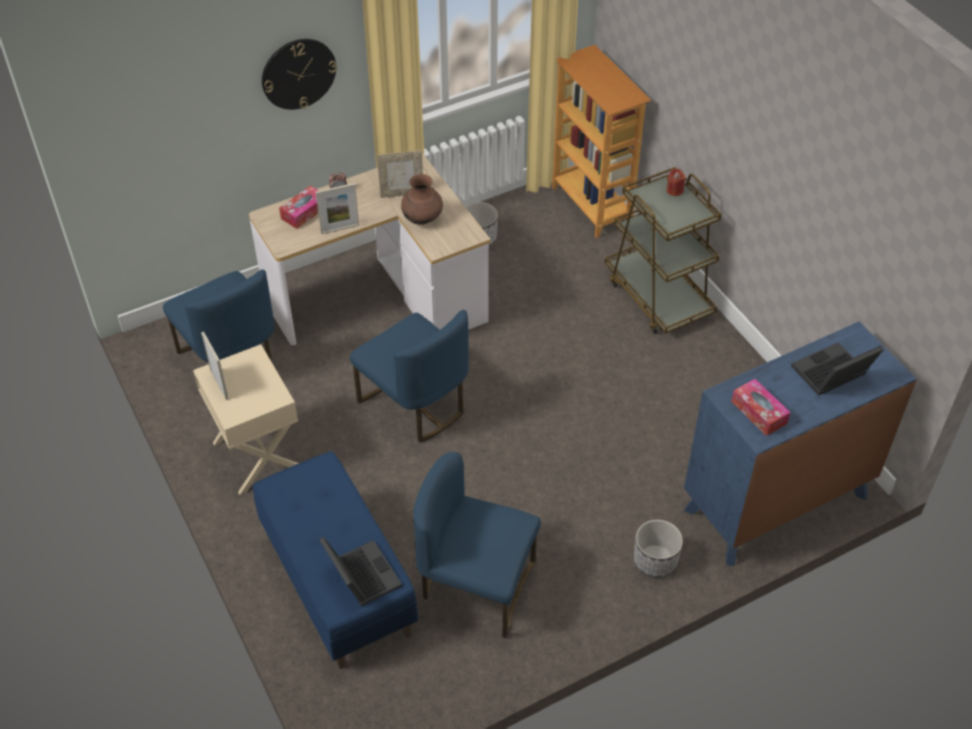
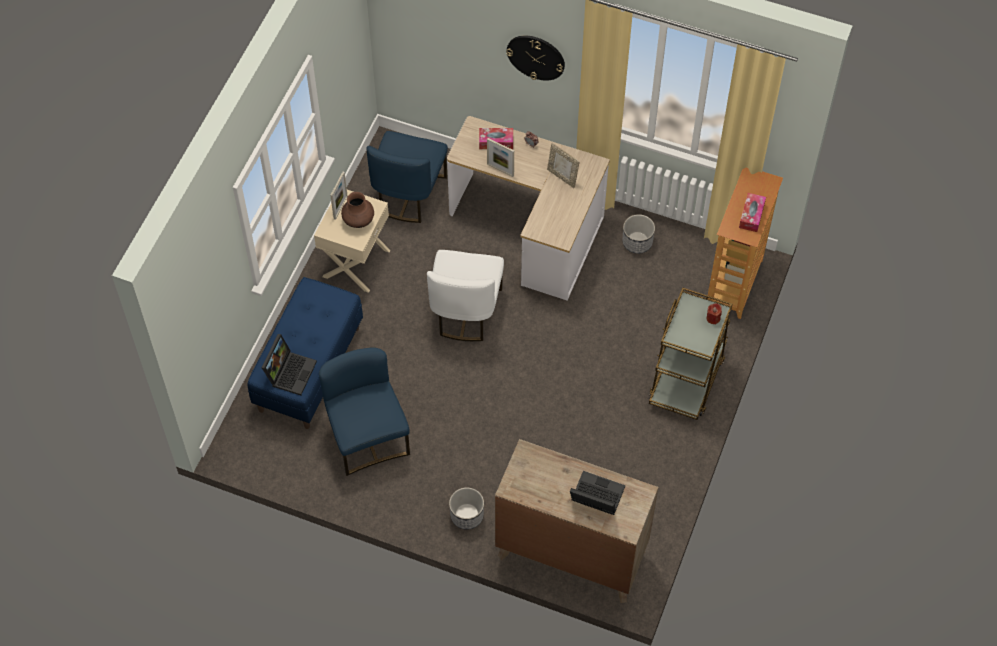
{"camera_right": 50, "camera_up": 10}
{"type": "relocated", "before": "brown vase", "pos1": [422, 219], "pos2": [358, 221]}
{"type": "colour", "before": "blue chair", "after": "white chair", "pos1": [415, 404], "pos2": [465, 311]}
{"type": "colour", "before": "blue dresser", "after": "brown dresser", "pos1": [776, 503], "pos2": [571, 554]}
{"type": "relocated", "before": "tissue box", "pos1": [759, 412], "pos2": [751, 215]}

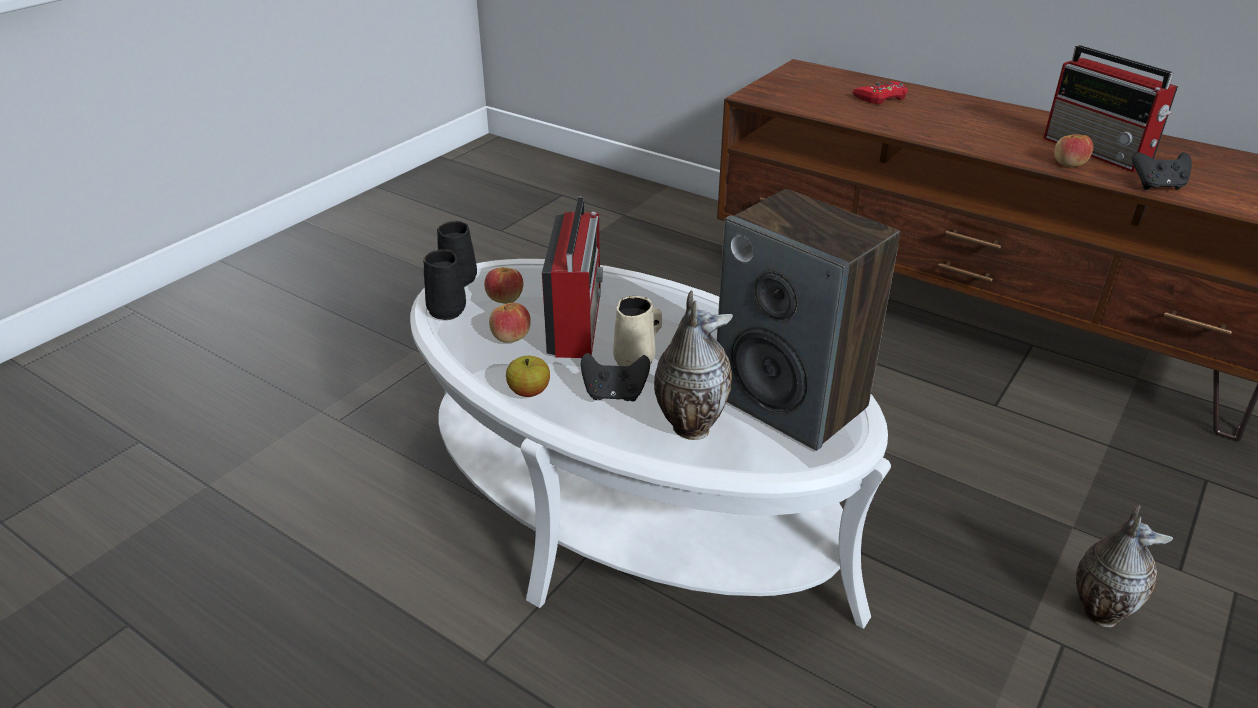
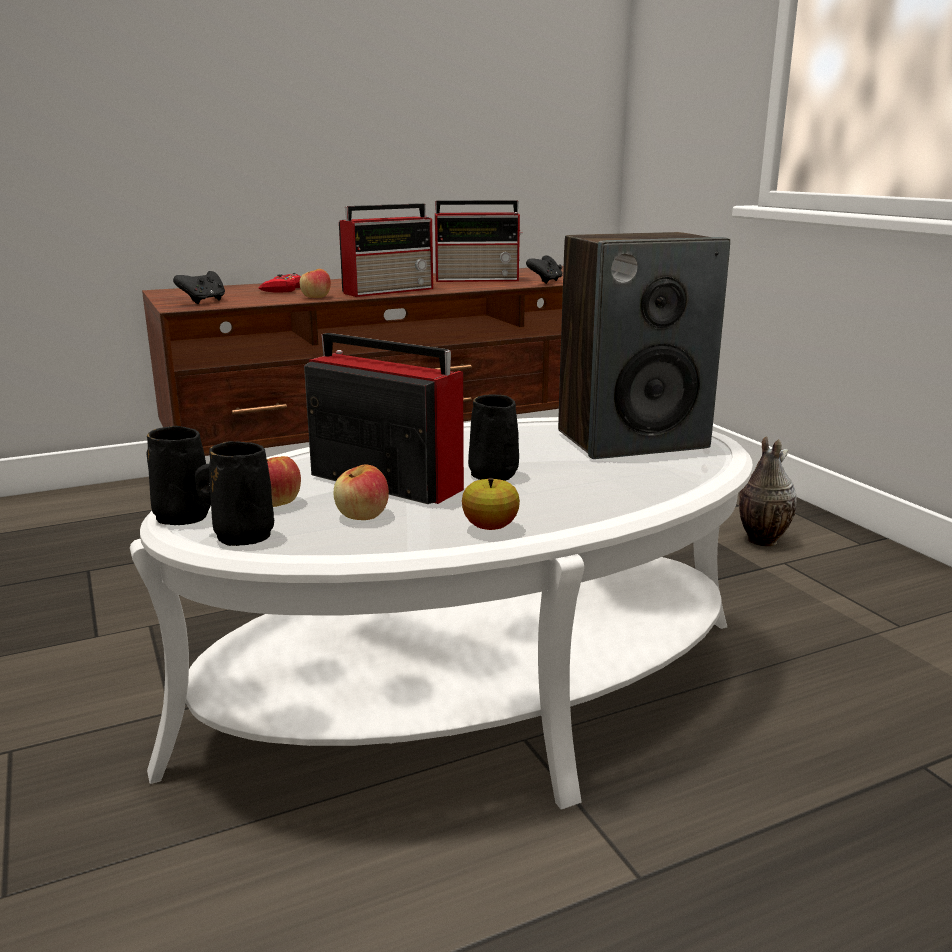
{"camera_right": -60, "camera_up": -15}
{"type": "relocated", "before": "apple", "pos1": [1068, 164], "pos2": [316, 297]}
{"type": "missing", "before": "vase", "pos1": [689, 426]}
{"type": "colour", "before": "beige mug", "after": "black mug", "pos1": [636, 359], "pos2": [493, 473]}
{"type": "relocated", "before": "black game controller", "pos1": [614, 394], "pos2": [204, 301]}
{"type": "appeared", "after": "radio", "pos2": [390, 290]}

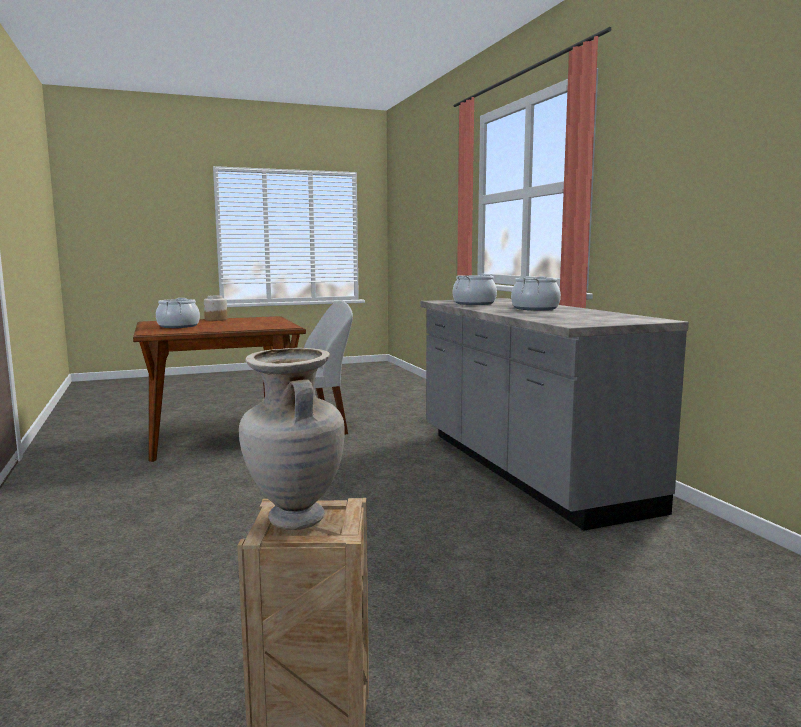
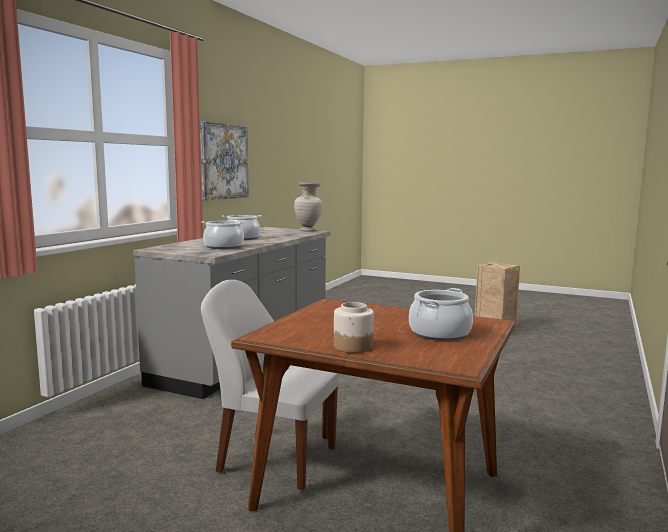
{"camera_right": -135, "camera_up": 0}
{"type": "relocated", "before": "beige vase", "pos1": [294, 520], "pos2": [308, 231]}
{"type": "appeared", "after": "picture", "pos2": [224, 161]}

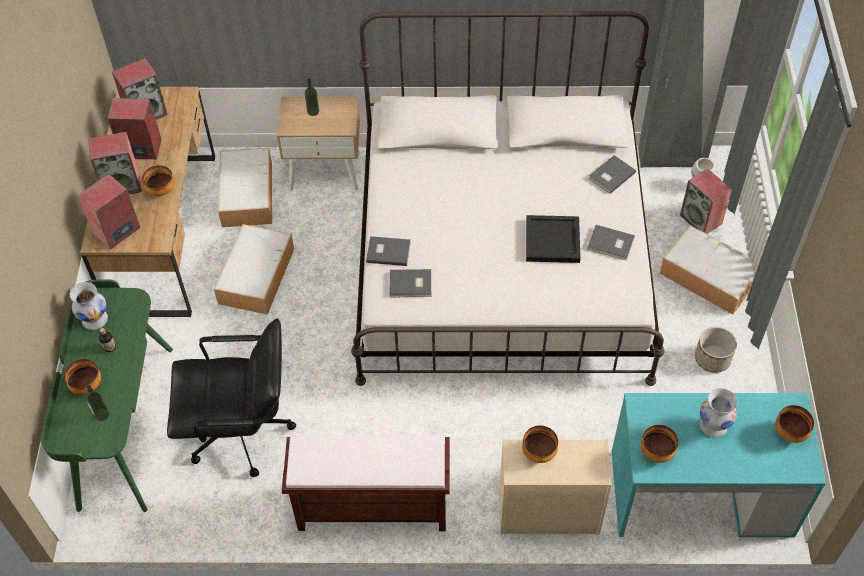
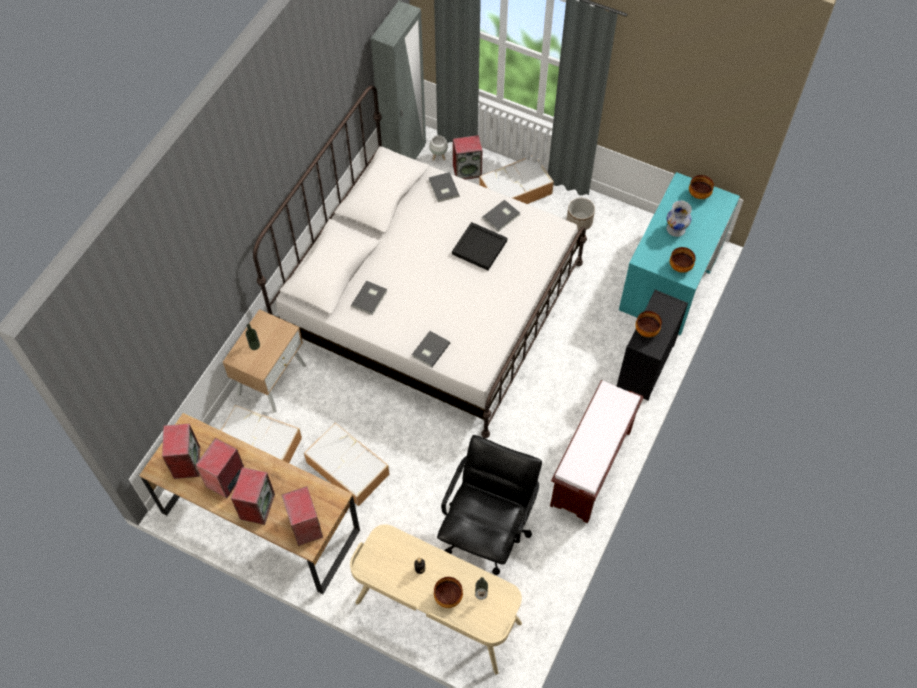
{"camera_right": -65, "camera_up": 5}
{"type": "missing", "before": "bowl", "pos1": [160, 191]}
{"type": "relocated", "before": "grey book", "pos1": [411, 285], "pos2": [370, 298]}
{"type": "colour", "before": "green desk", "after": "beige desk", "pos1": [124, 426], "pos2": [437, 614]}
{"type": "missing", "before": "white vase", "pos1": [94, 320]}
{"type": "colour", "before": "beige dresser", "after": "black dresser", "pos1": [547, 512], "pos2": [645, 366]}

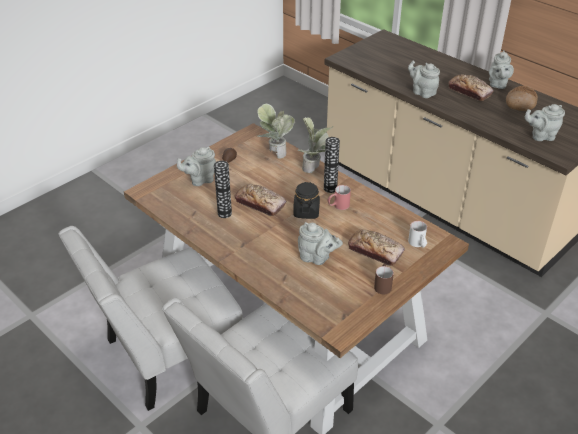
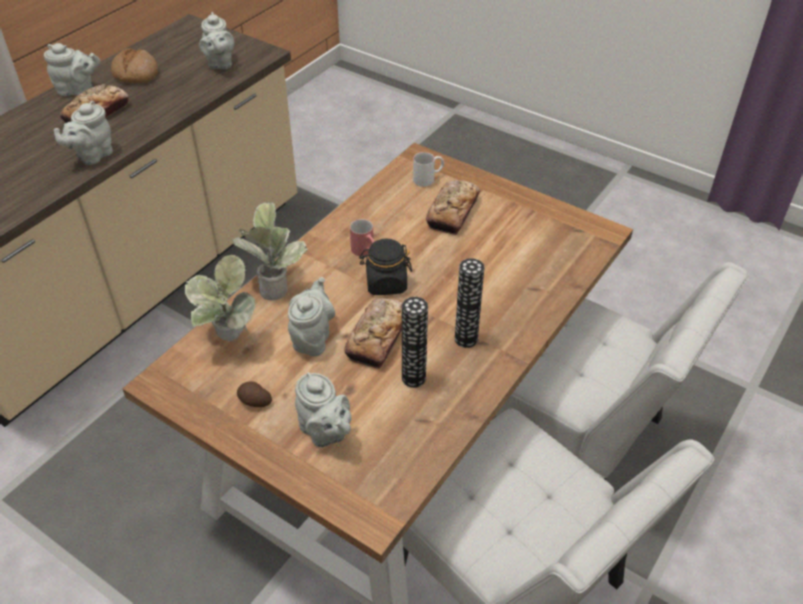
{"camera_right": -100, "camera_up": 5}
{"type": "relocated", "before": "vase", "pos1": [330, 188], "pos2": [466, 339]}
{"type": "relocated", "before": "grey teapot", "pos1": [317, 258], "pos2": [312, 338]}
{"type": "missing", "before": "brown mug", "pos1": [382, 284]}

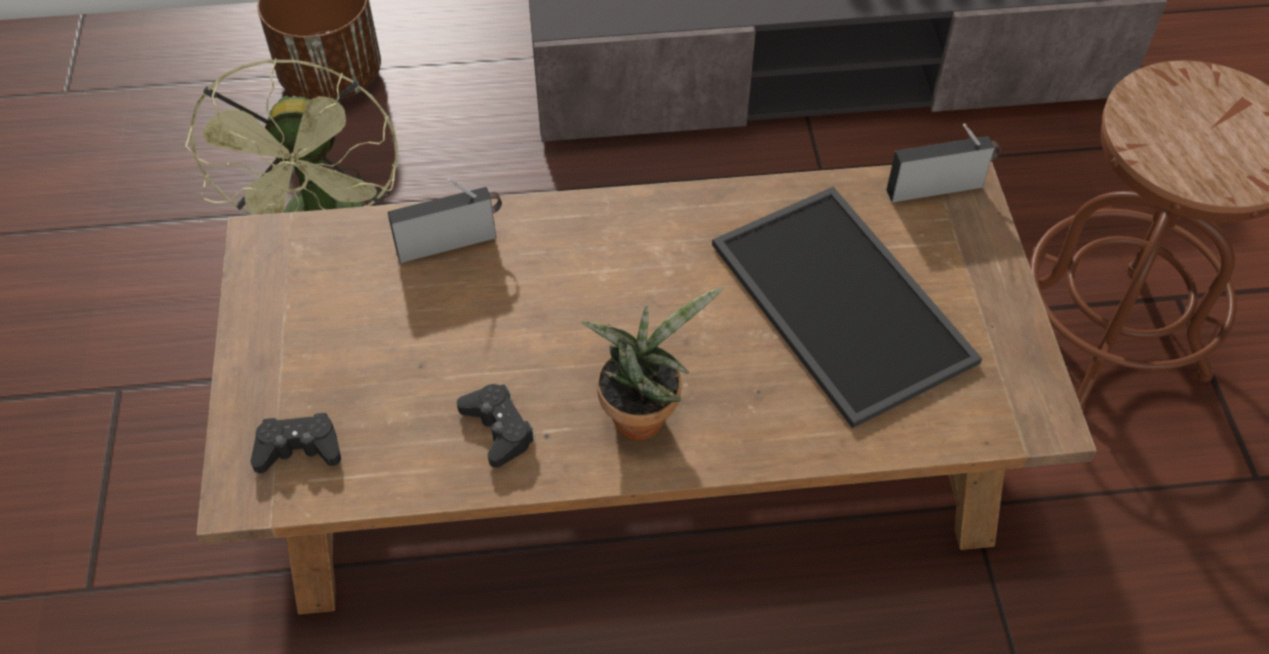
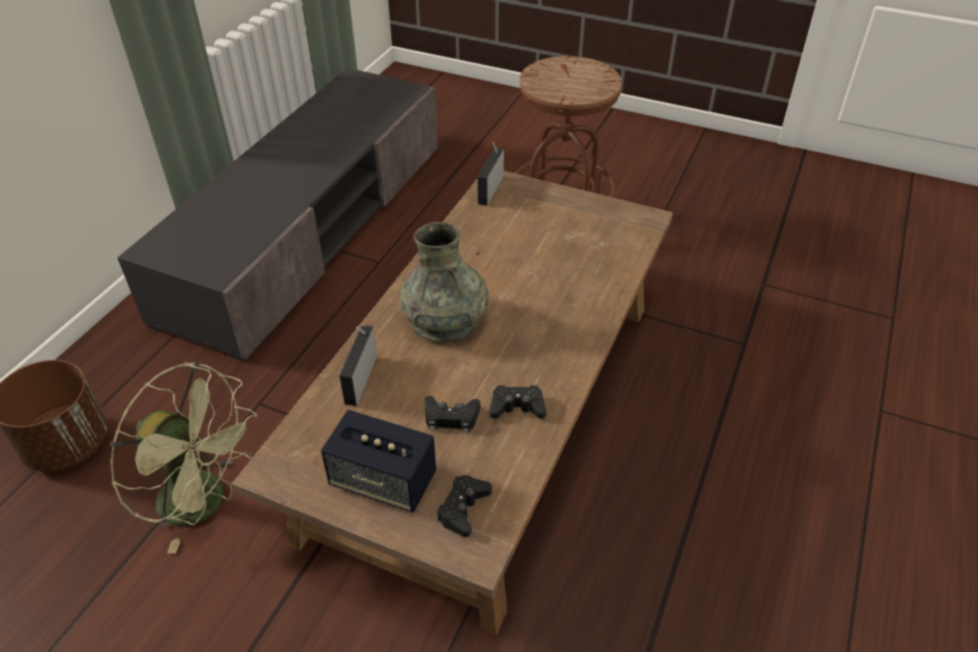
{"camera_right": -60, "camera_up": -10}
{"type": "missing", "before": "tray", "pos1": [836, 302]}
{"type": "missing", "before": "potted plant", "pos1": [642, 412]}
{"type": "appeared", "after": "grey vase", "pos2": [446, 321]}
{"type": "appeared", "after": "black game controller", "pos2": [451, 418]}
{"type": "appeared", "after": "speaker", "pos2": [383, 480]}

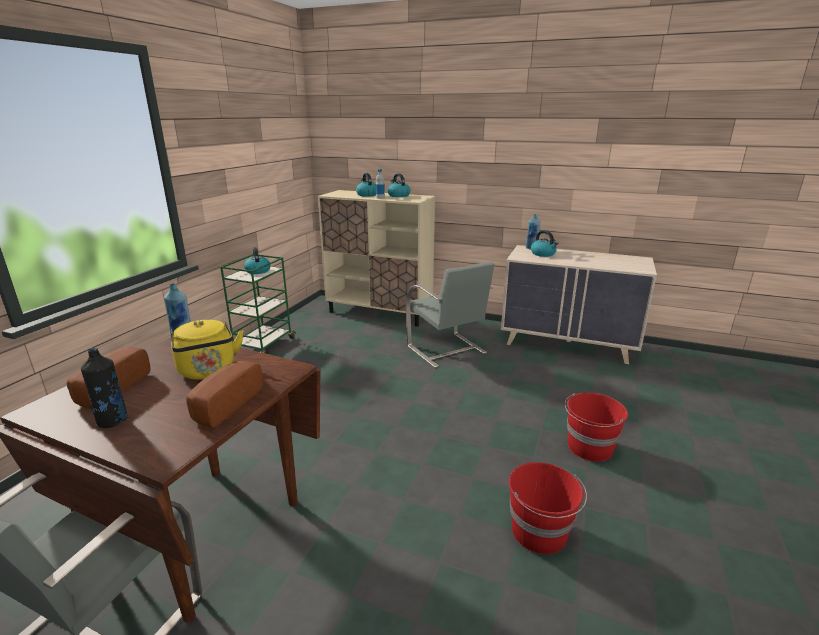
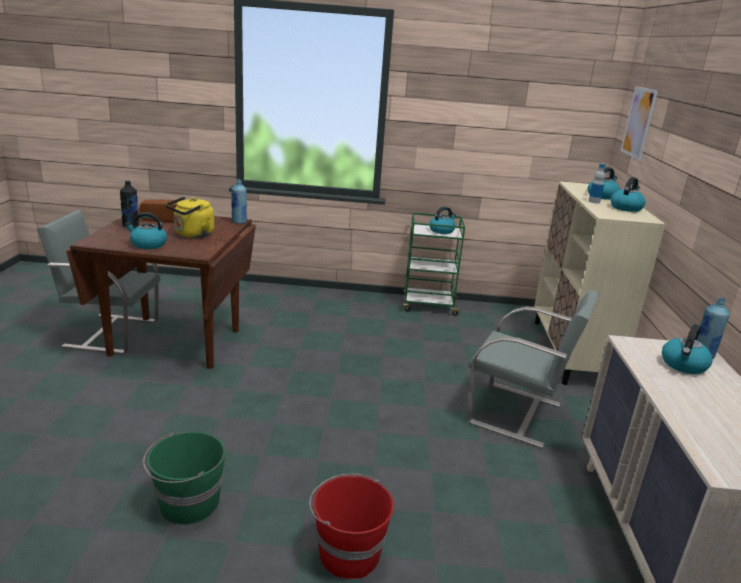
{"camera_right": 70, "camera_up": 0}
{"type": "spun", "before": "grey chair", "pos1": [447, 350], "pos2": [517, 414], "turn": -105}
{"type": "exchanged", "before": "bread", "after": "kettle", "pos1": [224, 405], "pos2": [148, 244]}
{"type": "colour", "before": "red bucket", "after": "green bucket", "pos1": [540, 532], "pos2": [188, 504]}
{"type": "appeared", "after": "picture", "pos2": [638, 122]}

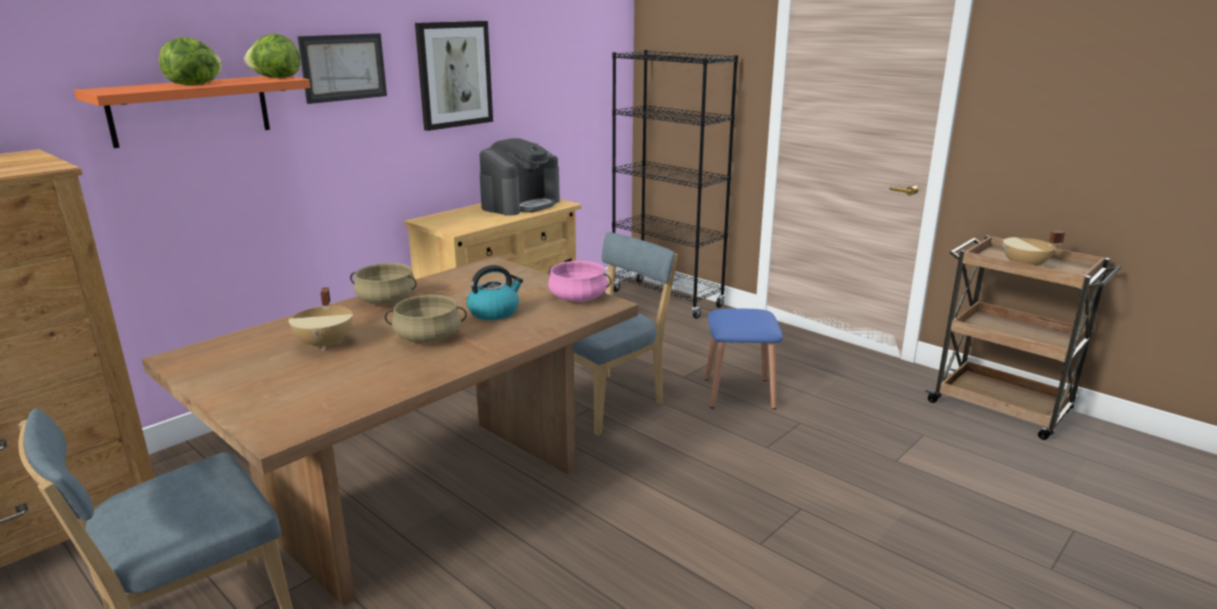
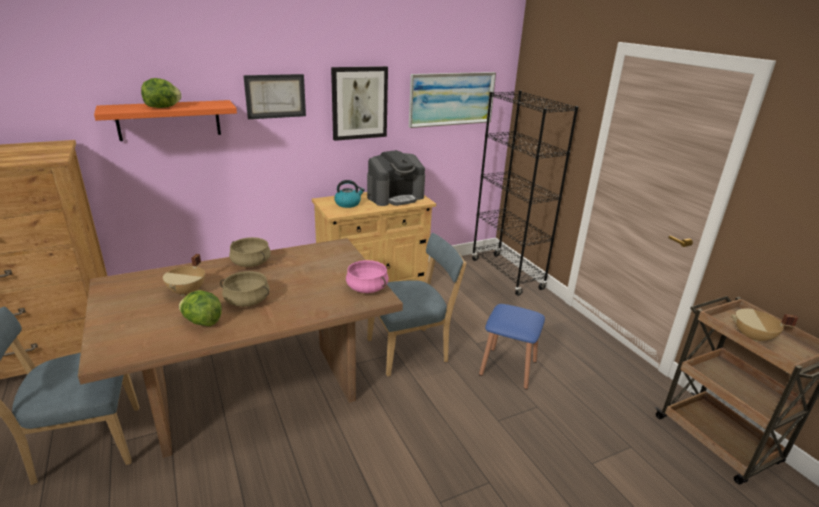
{"camera_right": 20, "camera_up": 5}
{"type": "relocated", "before": "lettuce", "pos1": [276, 78], "pos2": [202, 322]}
{"type": "relocated", "before": "kettle", "pos1": [494, 312], "pos2": [348, 204]}
{"type": "appeared", "after": "picture", "pos2": [451, 99]}

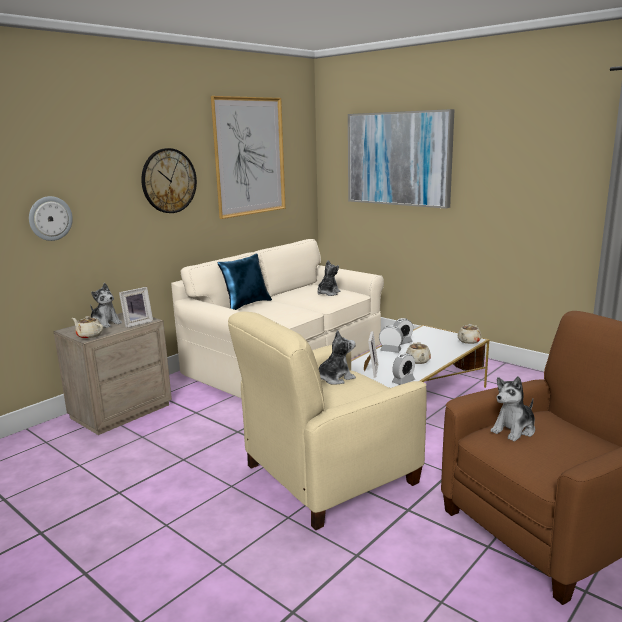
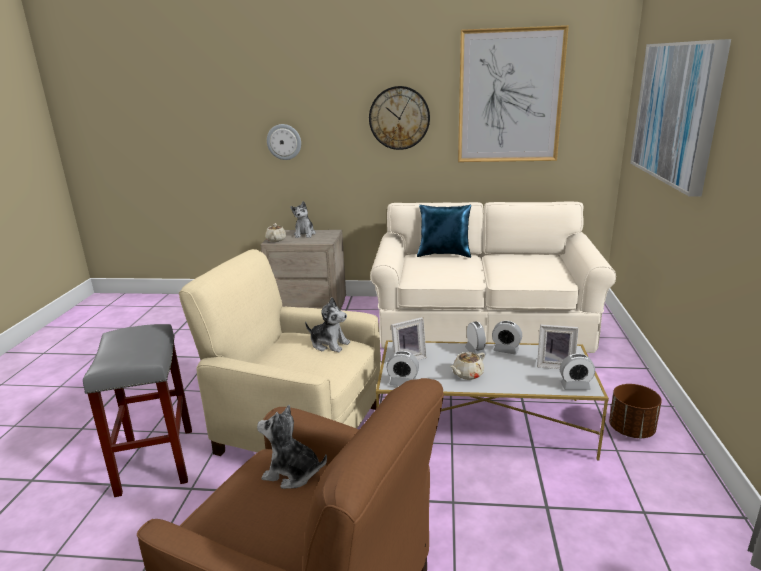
{"camera_right": 55, "camera_up": 5}
{"type": "missing", "before": "plush toy", "pos1": [328, 293]}
{"type": "relocated", "before": "picture frame", "pos1": [137, 323], "pos2": [555, 365]}
{"type": "exchanged", "before": "beige teapot", "after": "alarm clock", "pos1": [468, 341], "pos2": [575, 386]}
{"type": "appeared", "after": "grey stool", "pos2": [157, 461]}

